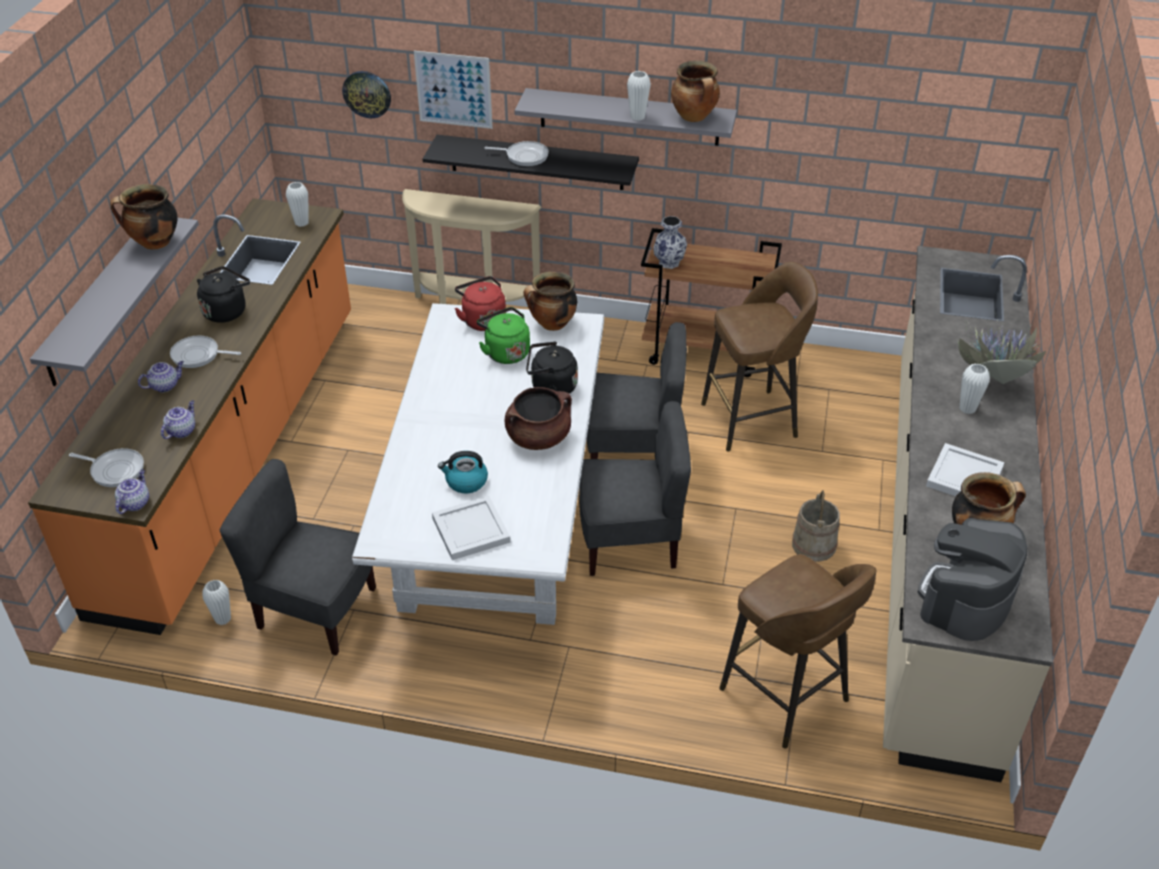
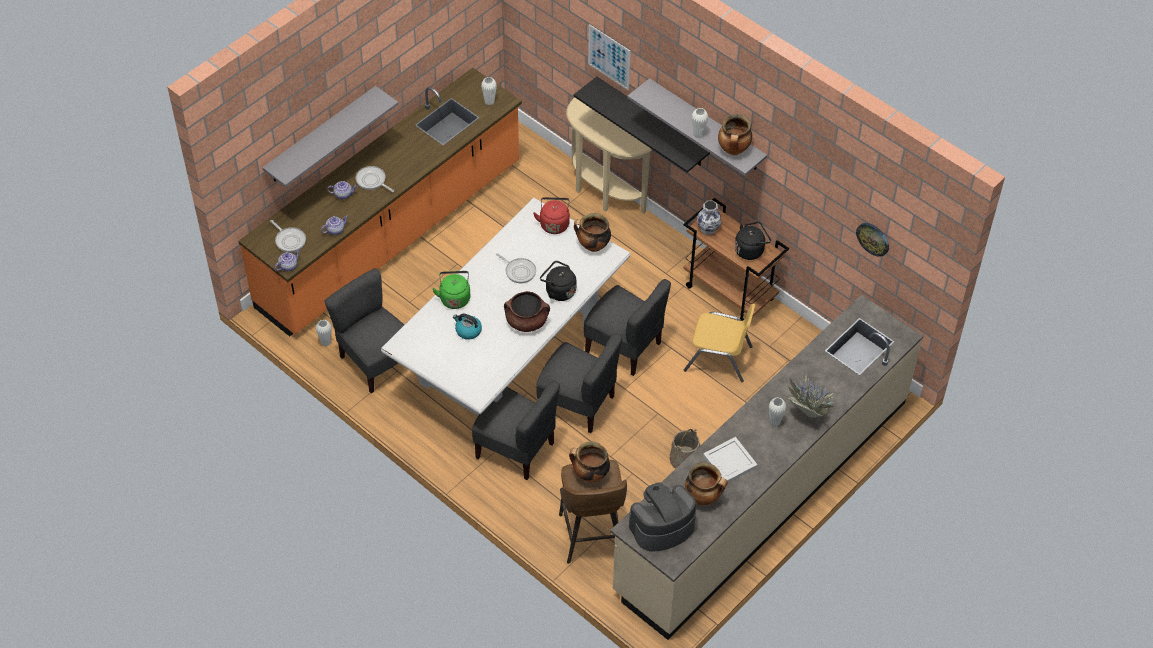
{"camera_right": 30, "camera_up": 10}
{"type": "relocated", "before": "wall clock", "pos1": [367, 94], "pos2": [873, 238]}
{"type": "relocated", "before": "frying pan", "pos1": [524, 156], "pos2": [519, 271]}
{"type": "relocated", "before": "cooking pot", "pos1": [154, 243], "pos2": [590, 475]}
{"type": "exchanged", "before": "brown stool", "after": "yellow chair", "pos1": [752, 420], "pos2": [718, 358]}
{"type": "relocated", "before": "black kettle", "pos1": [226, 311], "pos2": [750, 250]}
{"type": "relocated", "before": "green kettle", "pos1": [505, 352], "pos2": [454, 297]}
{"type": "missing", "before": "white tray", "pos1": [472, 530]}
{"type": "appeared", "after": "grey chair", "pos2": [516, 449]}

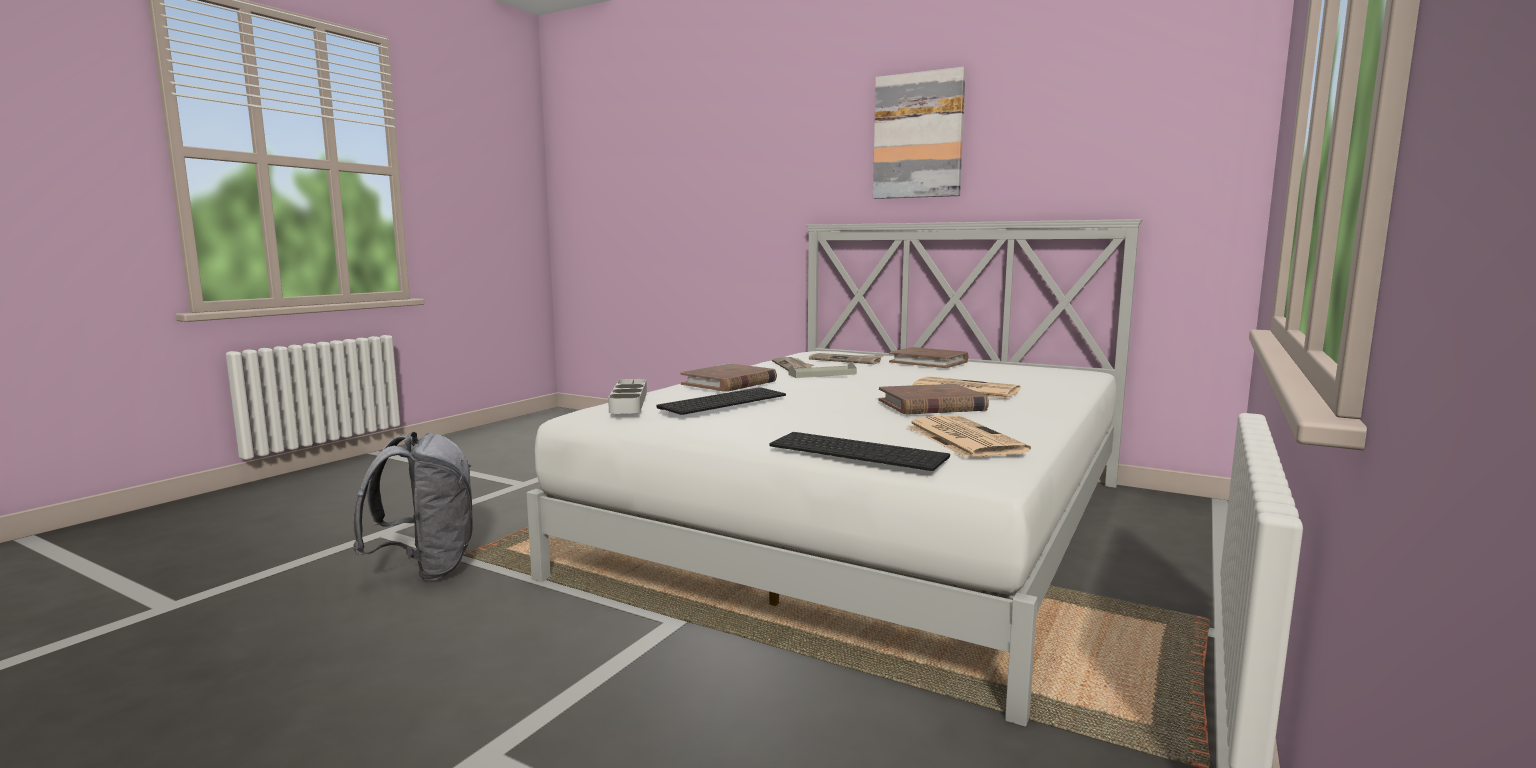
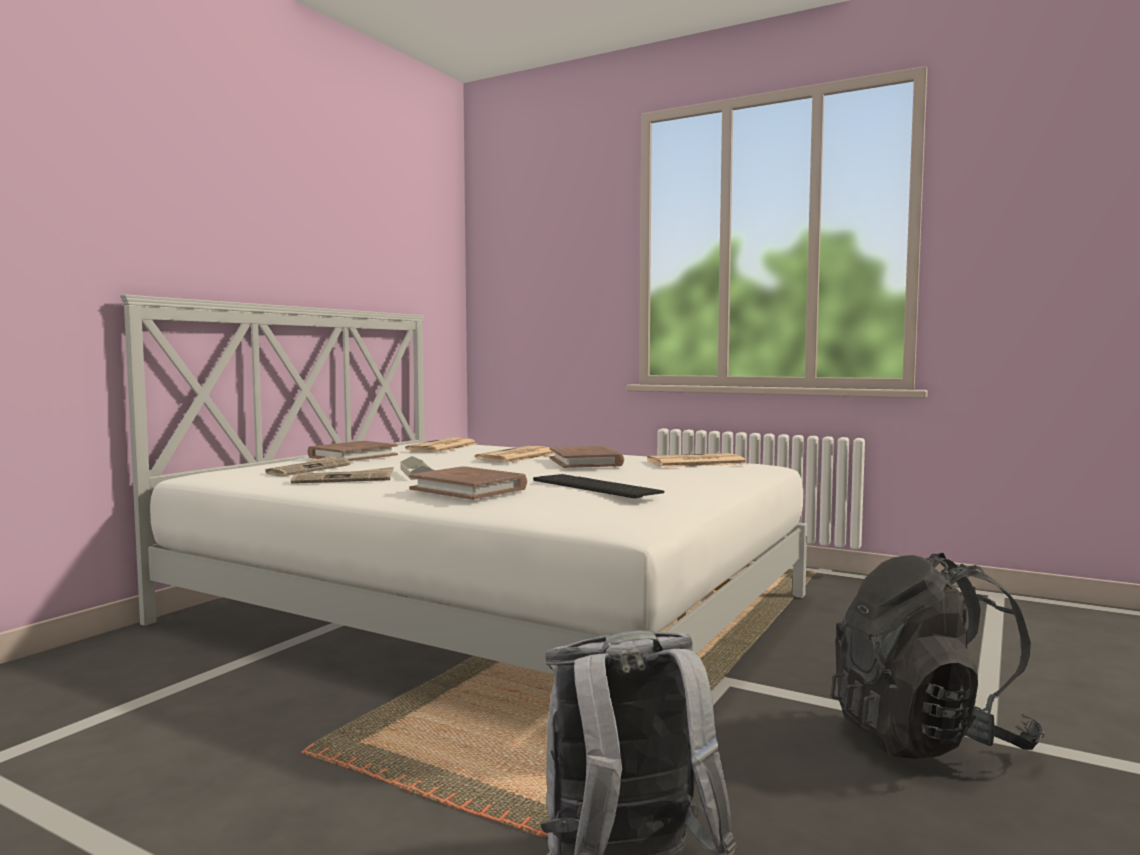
{"camera_right": -90, "camera_up": -5}
{"type": "missing", "before": "picture", "pos1": [918, 136]}
{"type": "missing", "before": "grey tray", "pos1": [629, 402]}
{"type": "missing", "before": "keyboard", "pos1": [860, 451]}
{"type": "appeared", "after": "newspaper", "pos2": [442, 447]}
{"type": "appeared", "after": "black backpack", "pos2": [927, 738]}

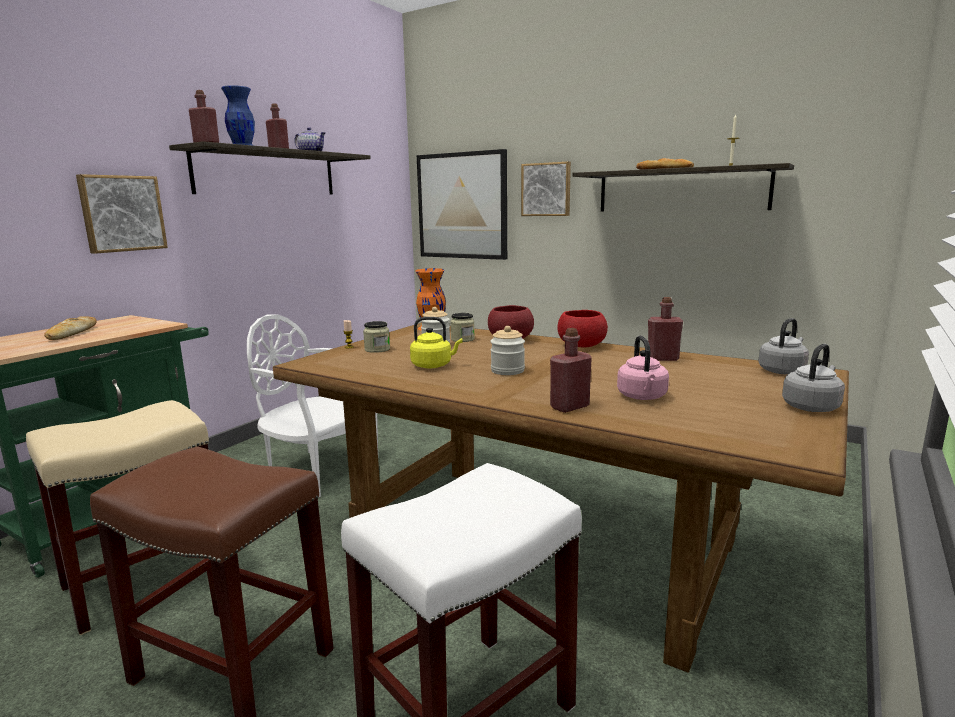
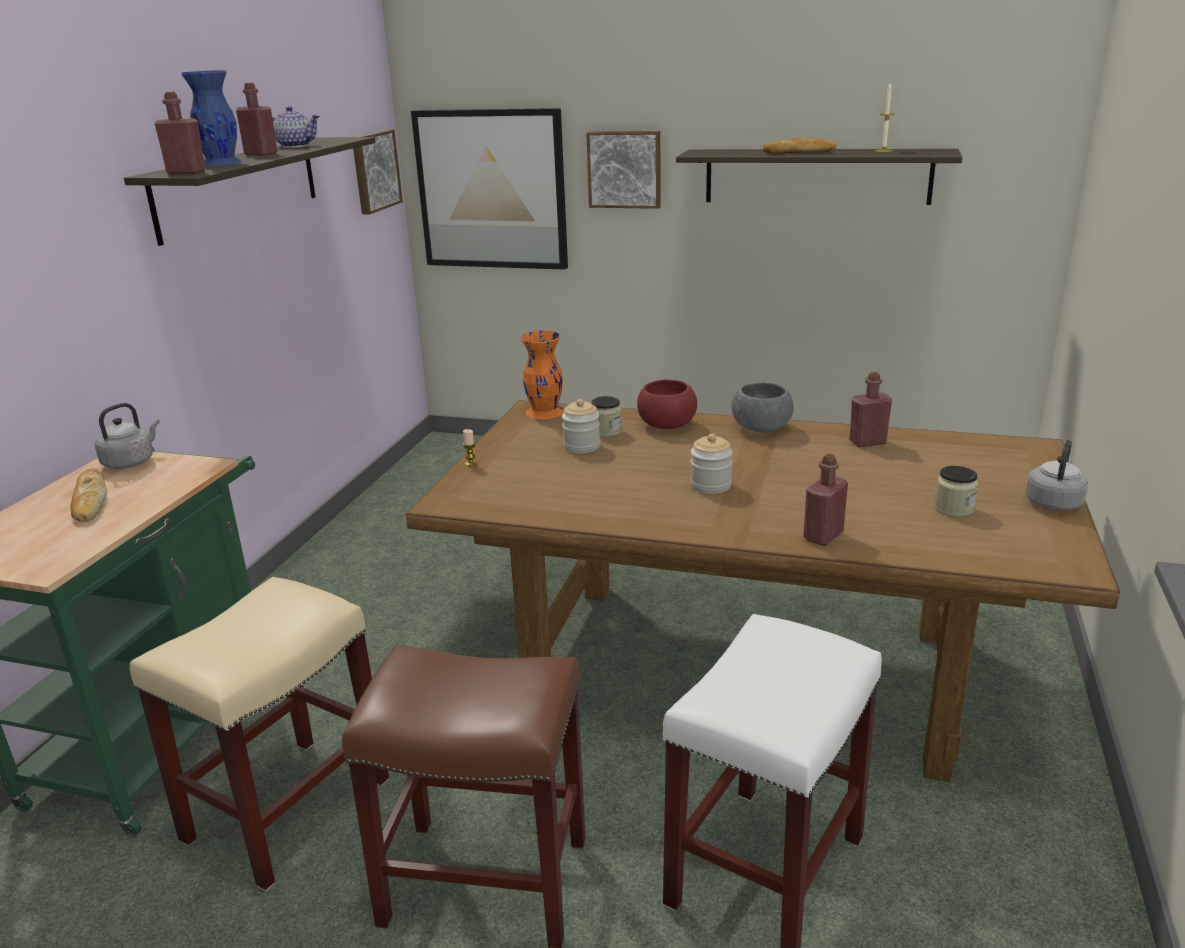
{"camera_right": -15, "camera_up": 10}
{"type": "relocated", "before": "picture", "pos1": [122, 213], "pos2": [374, 171]}
{"type": "colour", "before": "red bowl", "after": "grey bowl", "pos1": [581, 346], "pos2": [761, 428]}
{"type": "missing", "before": "white chair", "pos1": [318, 468]}
{"type": "missing", "before": "yellow kettle", "pos1": [433, 365]}
{"type": "relocated", "before": "grey kettle", "pos1": [782, 371], "pos2": [131, 462]}
{"type": "relocated", "before": "jar", "pos1": [377, 349], "pos2": [953, 509]}
{"type": "missing", "before": "pink kettle", "pos1": [642, 397]}

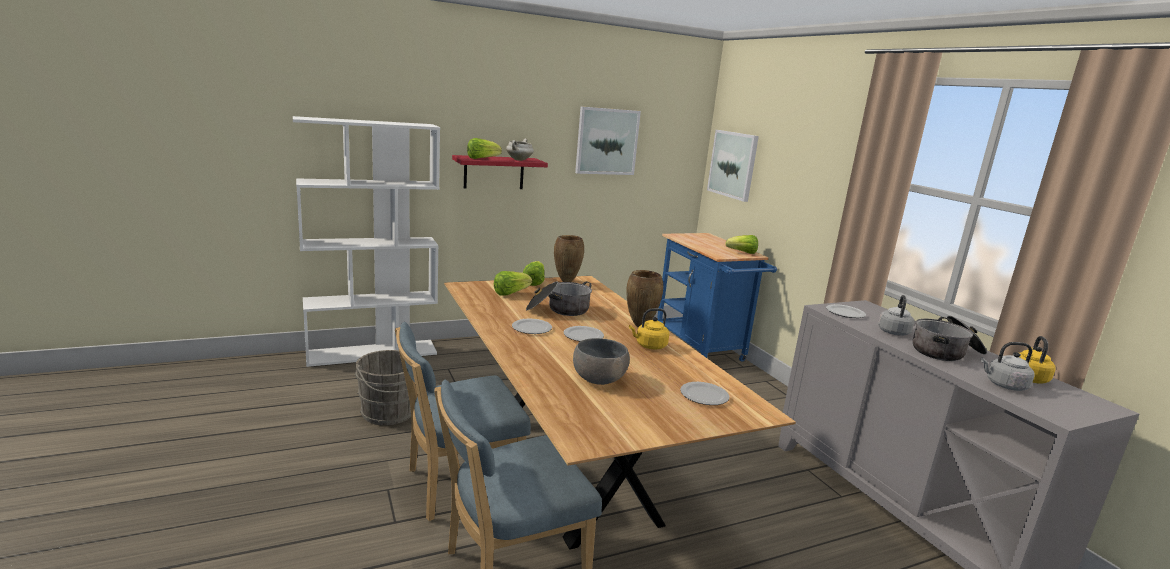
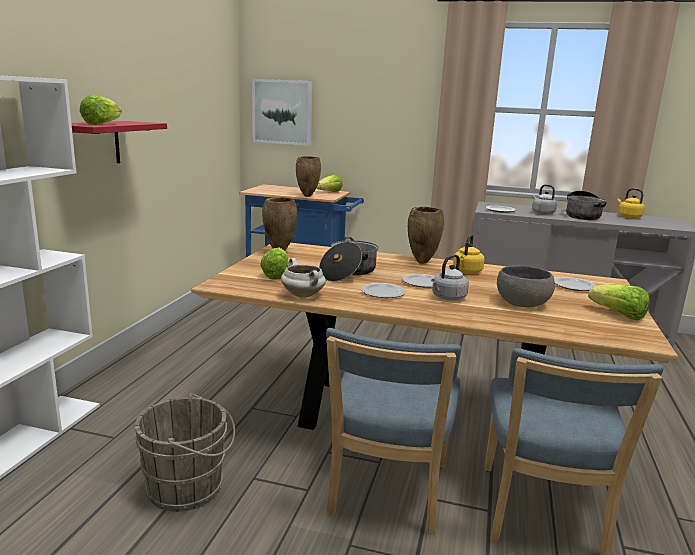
{"camera_right": -50, "camera_up": 0}
{"type": "missing", "before": "picture", "pos1": [607, 141]}
{"type": "relocated", "before": "white cooking pot", "pos1": [519, 160], "pos2": [304, 295]}
{"type": "relocated", "before": "lettuce", "pos1": [534, 282], "pos2": [618, 315]}
{"type": "relocated", "before": "grey kettle", "pos1": [1004, 385], "pos2": [447, 298]}
{"type": "appeared", "after": "brown vase", "pos2": [307, 196]}

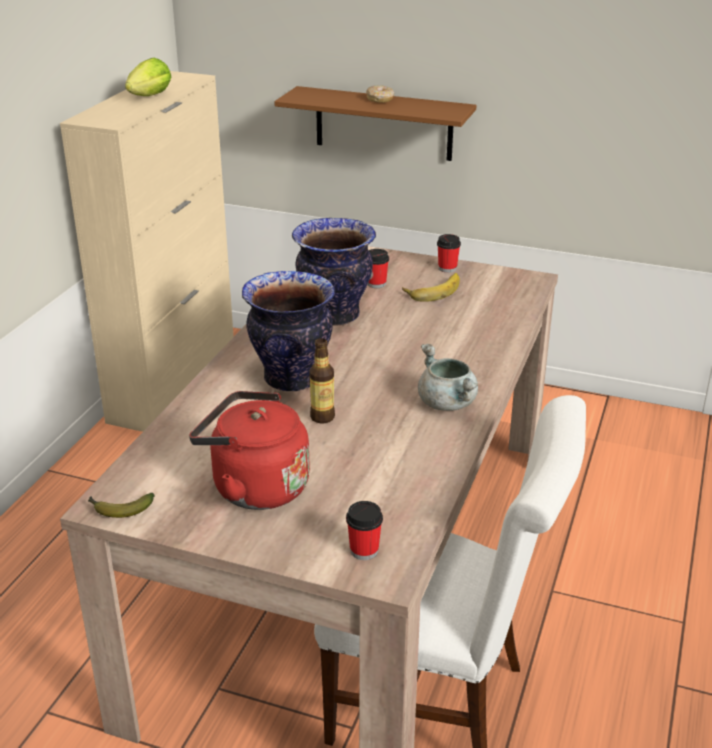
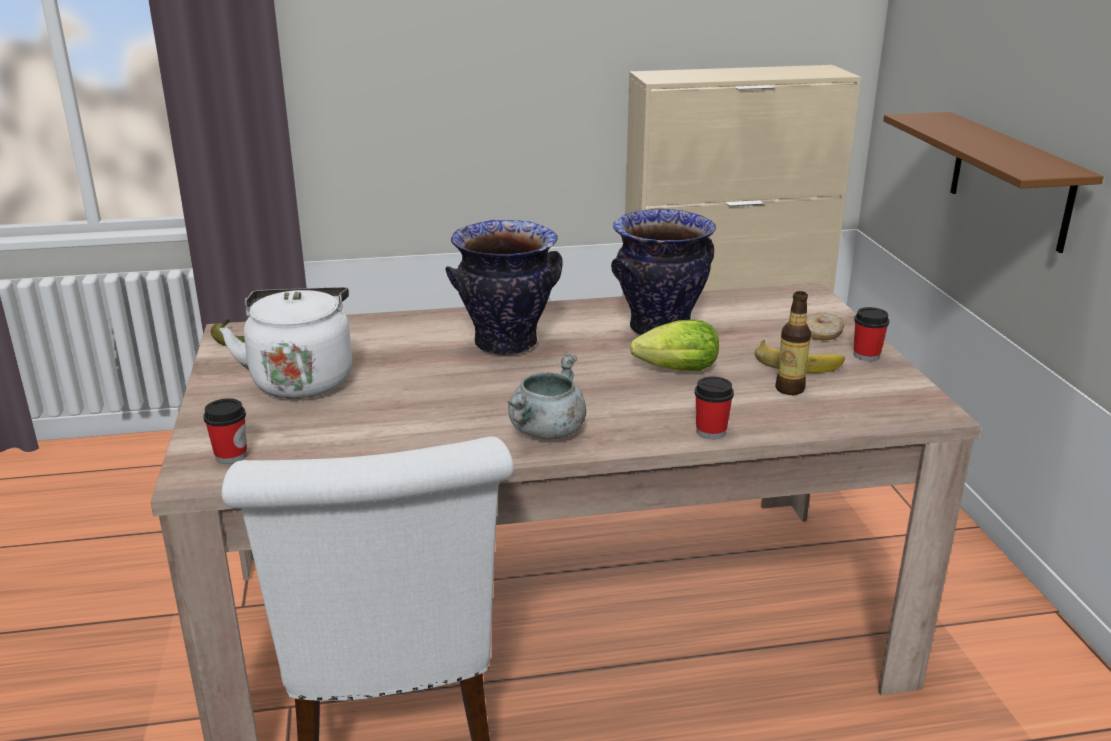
{"camera_right": 60, "camera_up": -5}
{"type": "relocated", "before": "lettuce", "pos1": [148, 97], "pos2": [672, 370]}
{"type": "relocated", "before": "donut", "pos1": [380, 99], "pos2": [821, 334]}
{"type": "relocated", "before": "cup", "pos1": [376, 284], "pos2": [711, 431]}
{"type": "relocated", "before": "bottle", "pos1": [322, 417], "pos2": [789, 389]}
{"type": "colour", "before": "red kettle", "after": "white kettle", "pos1": [254, 487], "pos2": [302, 379]}

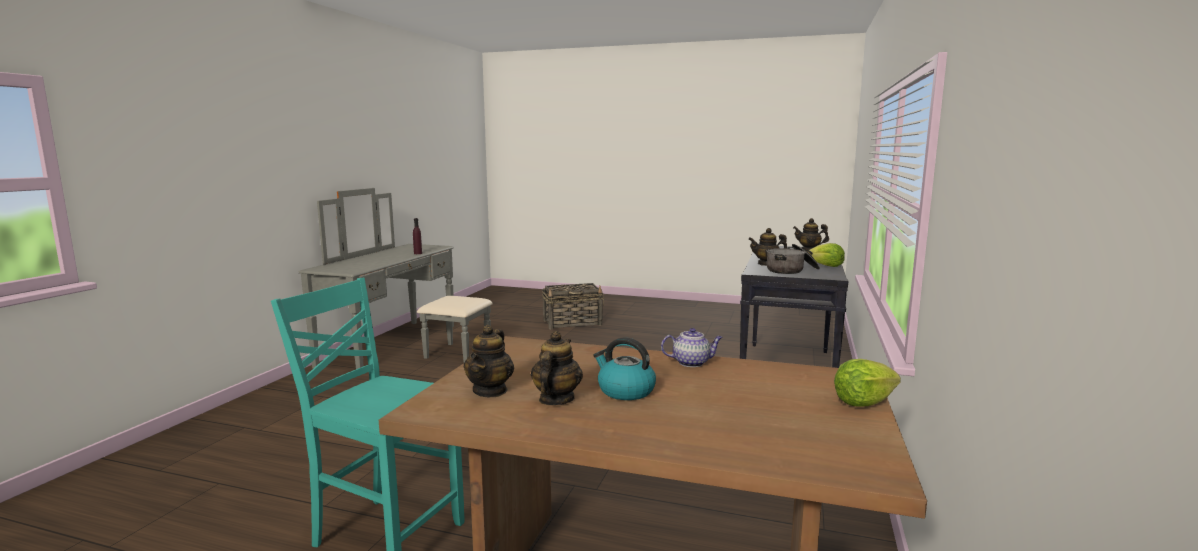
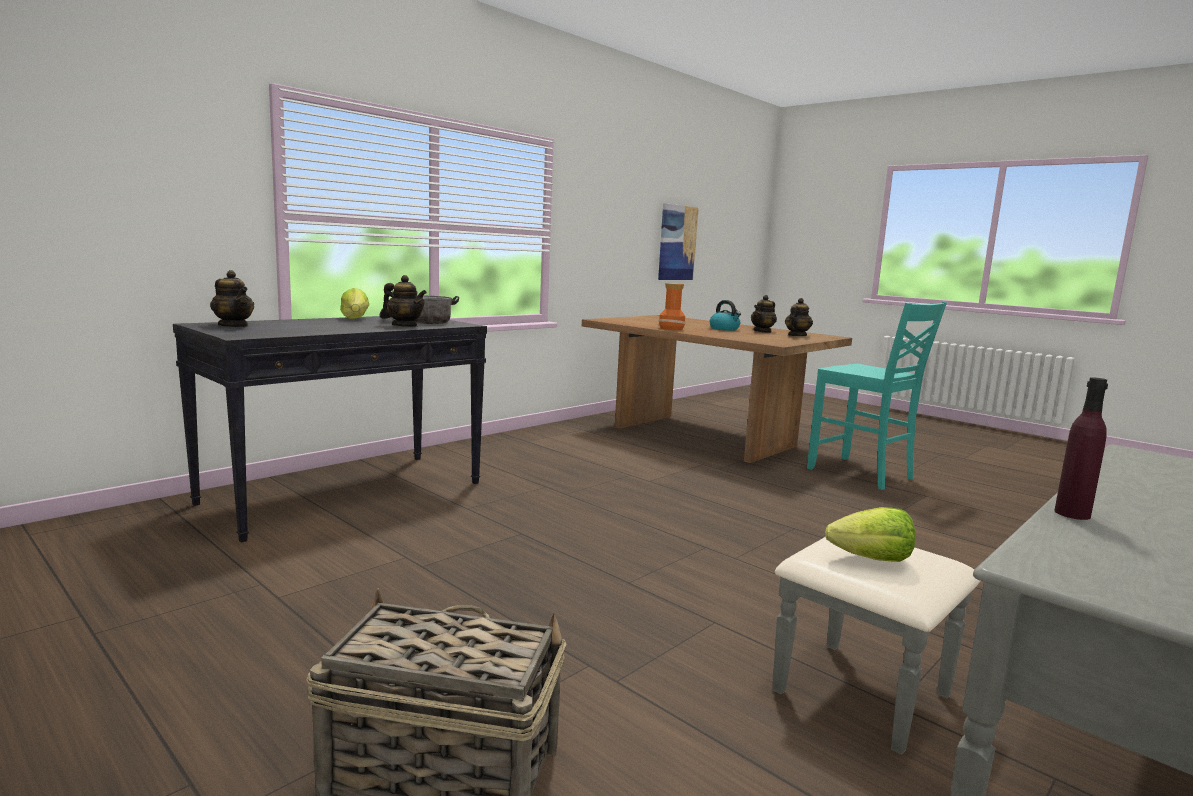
{"camera_right": -155, "camera_up": 0}
{"type": "exchanged", "before": "teapot", "after": "vase", "pos1": [692, 363], "pos2": [671, 329]}
{"type": "relocated", "before": "lettuce", "pos1": [863, 402], "pos2": [872, 559]}
{"type": "appeared", "after": "picture", "pos2": [677, 243]}

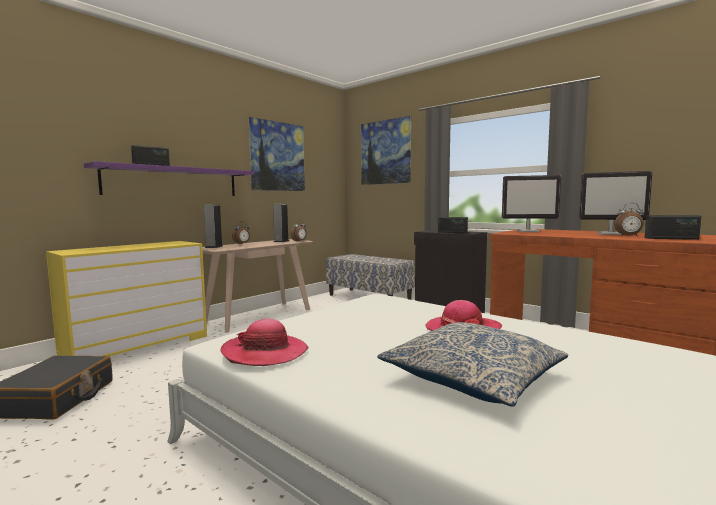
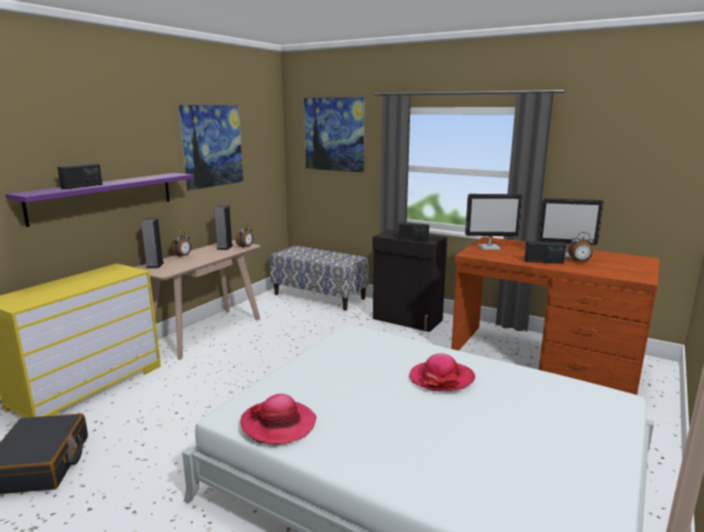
{"camera_right": -10, "camera_up": 10}
{"type": "relocated", "before": "radio", "pos1": [671, 238], "pos2": [543, 261]}
{"type": "missing", "before": "pillow", "pos1": [473, 377]}

